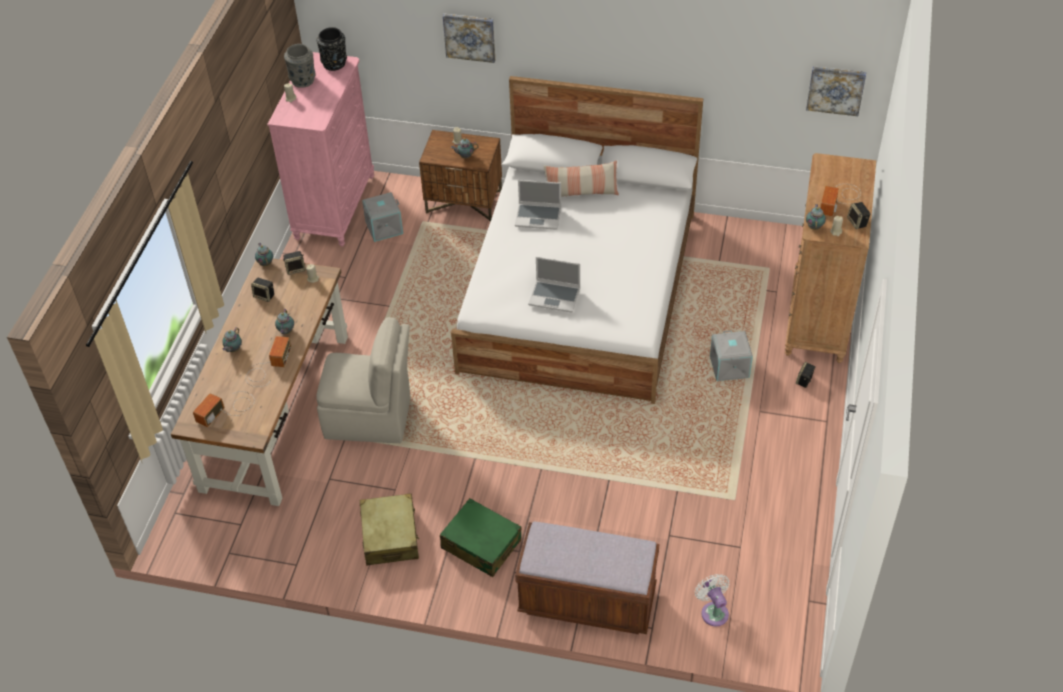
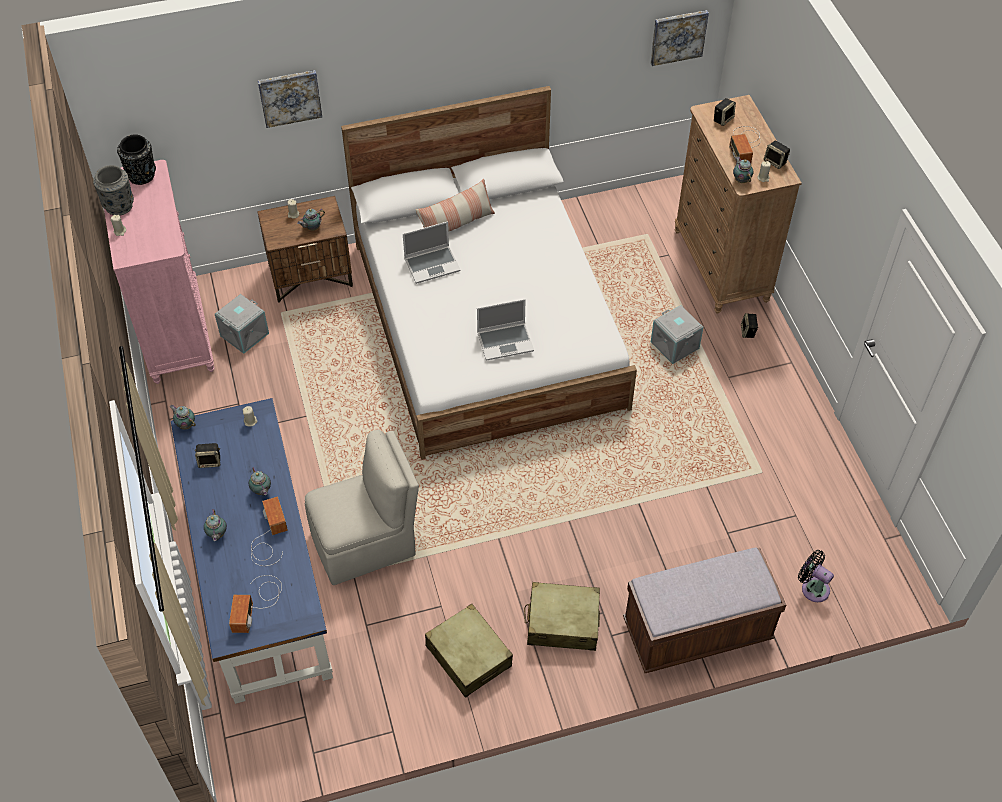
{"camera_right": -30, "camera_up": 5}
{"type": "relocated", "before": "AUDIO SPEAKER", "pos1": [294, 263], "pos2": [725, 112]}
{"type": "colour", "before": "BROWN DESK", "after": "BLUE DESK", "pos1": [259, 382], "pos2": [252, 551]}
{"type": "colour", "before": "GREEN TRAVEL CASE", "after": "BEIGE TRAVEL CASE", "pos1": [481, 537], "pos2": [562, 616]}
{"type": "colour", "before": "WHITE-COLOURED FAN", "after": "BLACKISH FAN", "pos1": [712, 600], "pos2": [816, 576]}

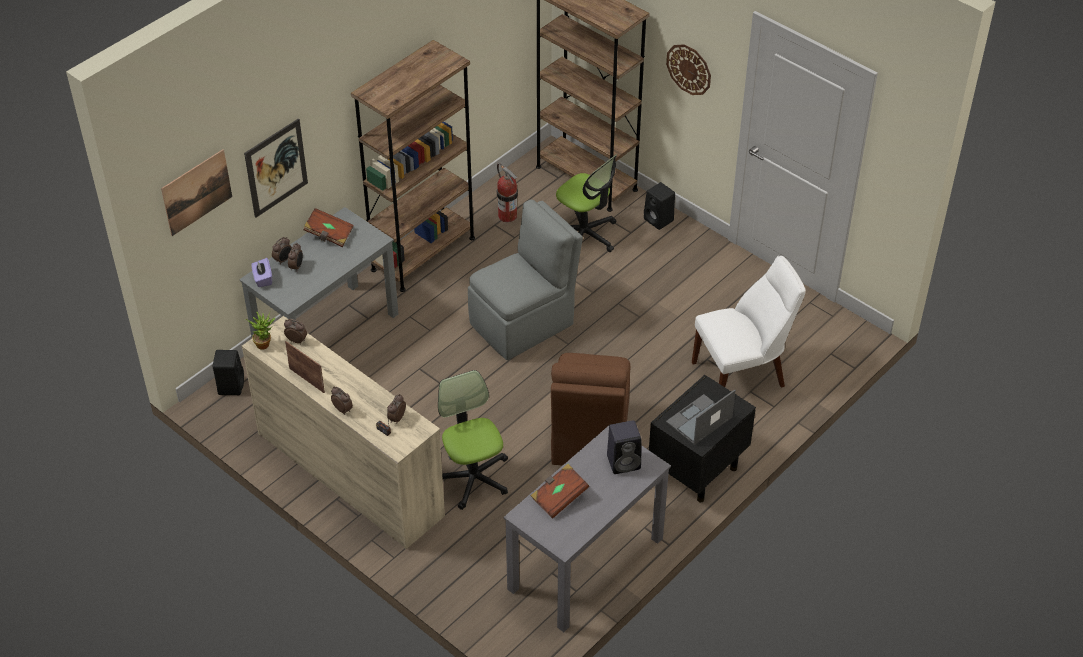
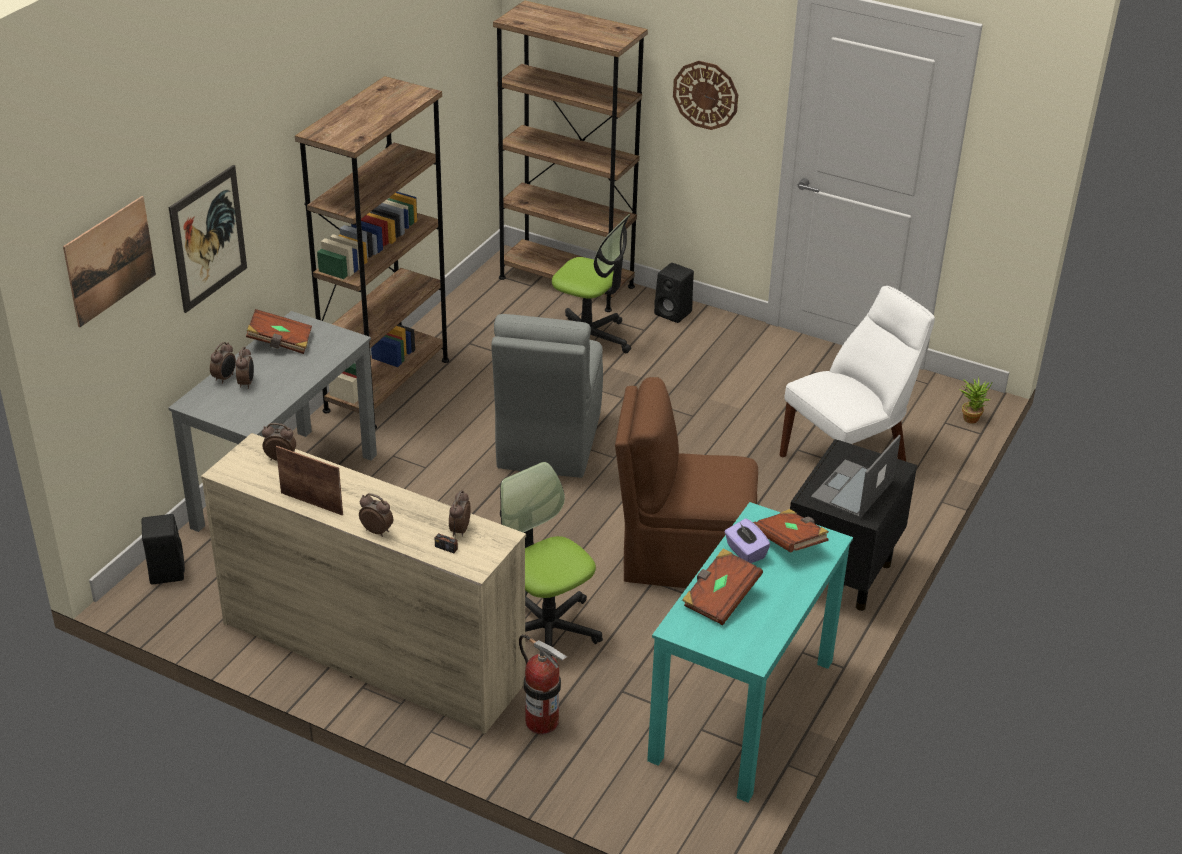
{"camera_right": -15, "camera_up": -10}
{"type": "relocated", "before": "FIRE-FIGHTING CYLINDER", "pos1": [507, 192], "pos2": [543, 684]}
{"type": "spun", "before": "GREYISH PLAIN CHAIR", "pos1": [525, 280], "pos2": [547, 396], "turn": 150}
{"type": "relocated", "before": "PURPLE-COLOURED TISSUE HOLDER", "pos1": [262, 272], "pos2": [747, 540]}
{"type": "relocated", "before": "POTTED PLANT", "pos1": [260, 330], "pos2": [975, 400]}
{"type": "spun", "before": "BROWN PLAIN CHAIR", "pos1": [590, 409], "pos2": [686, 482], "turn": 105}
{"type": "exchanged", "before": "BLACKISH AUDIO SPEAKER", "after": "BROWN BOOK", "pos1": [624, 447], "pos2": [791, 531]}
{"type": "colour", "before": "GREYISH DESK", "after": "TURQUOISE DESK", "pos1": [587, 528], "pos2": [750, 652]}

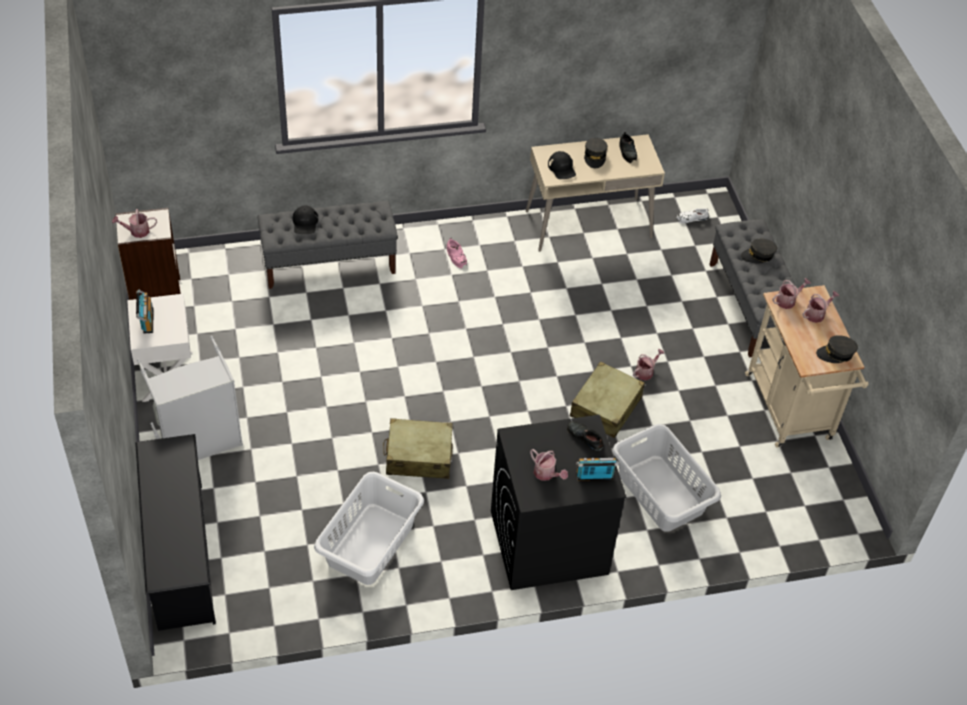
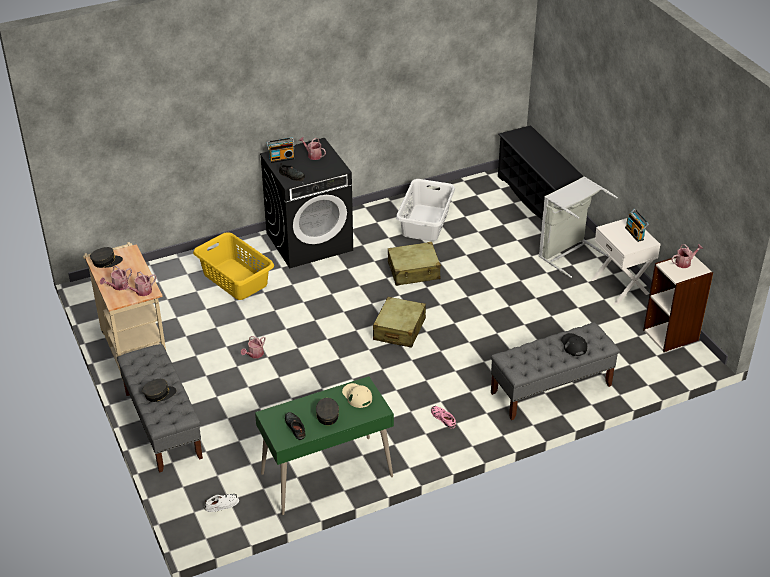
{"camera_right": 170, "camera_up": -10}
{"type": "colour", "before": "BEIGE DESK", "after": "GREEN DESK", "pos1": [595, 193], "pos2": [324, 445]}
{"type": "colour", "before": "BLACKISH PEAKED CAP", "after": "BEIGE PEAKED CAP", "pos1": [562, 165], "pos2": [357, 395]}
{"type": "relocated", "before": "BEIGE TRAVEL CASE", "pos1": [607, 399], "pos2": [399, 322]}
{"type": "colour", "before": "GREYISH HAMPER", "after": "YELLOWISH HAMPER", "pos1": [666, 478], "pos2": [233, 266]}

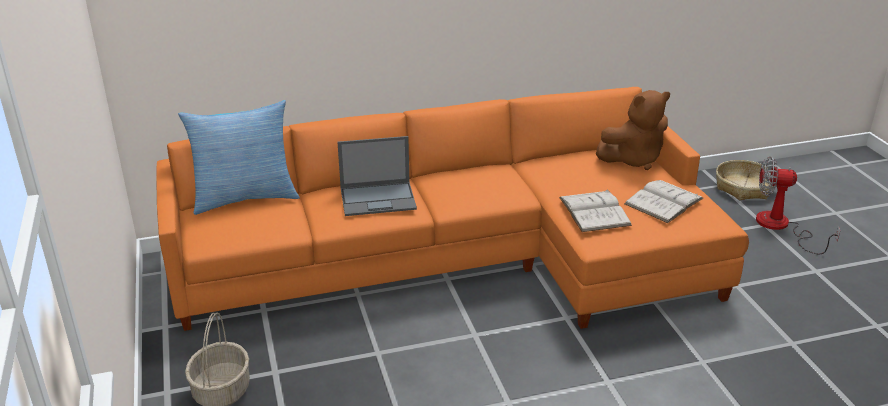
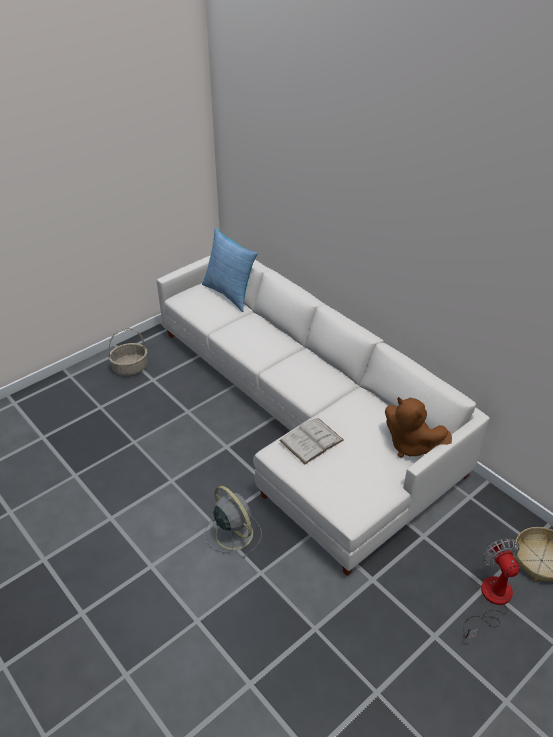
{"camera_right": 65, "camera_up": 10}
{"type": "colour", "before": "ORANGE SETTEE", "after": "WHITE-COLOURED SETTEE", "pos1": [452, 209], "pos2": [323, 415]}
{"type": "missing", "before": "LAPTOP", "pos1": [377, 176]}
{"type": "missing", "before": "WHITE-COLOURED BOOK", "pos1": [664, 201]}
{"type": "appeared", "after": "GREYISH FAN", "pos2": [233, 522]}

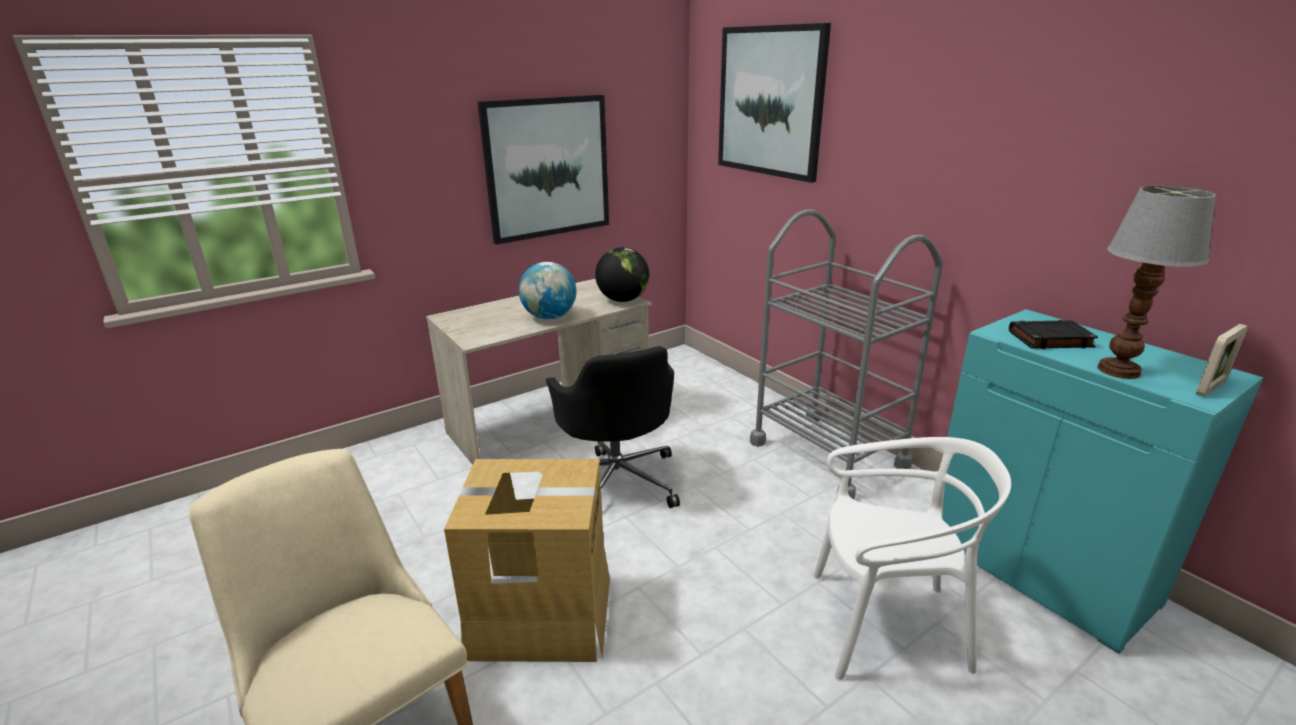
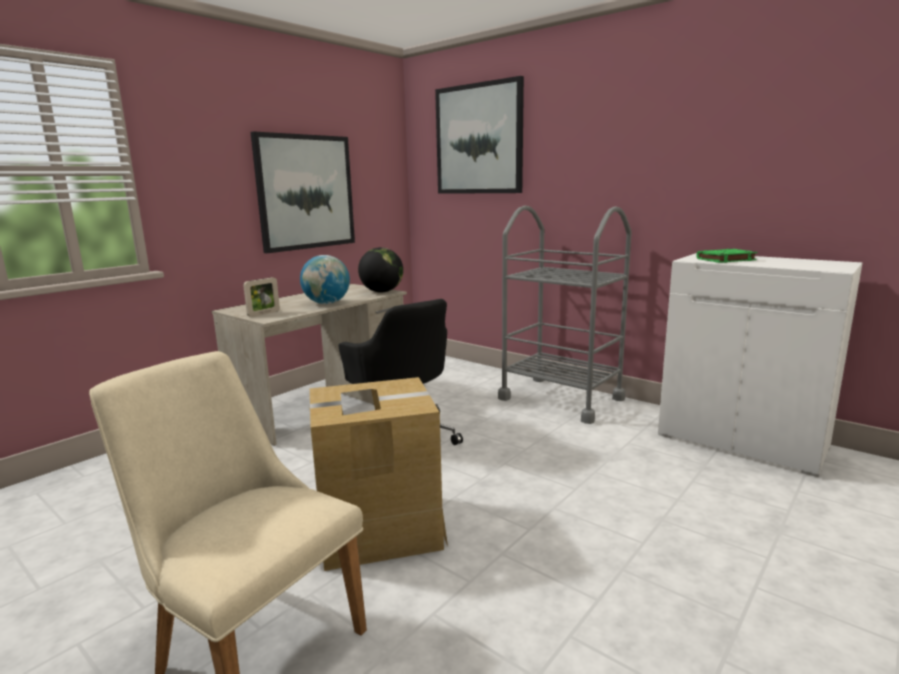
{"camera_right": -15, "camera_up": -10}
{"type": "missing", "before": "TABLE LAMP", "pos1": [1156, 282]}
{"type": "colour", "before": "TURQUOISE STORAGE CABINET", "after": "WHITE-COLOURED STORAGE CABINET", "pos1": [1103, 481], "pos2": [760, 365]}
{"type": "colour", "before": "BLACKISH BOOK", "after": "GREEN BOOK", "pos1": [1053, 334], "pos2": [726, 256]}
{"type": "relocated", "before": "STANDING FRAME", "pos1": [1222, 360], "pos2": [261, 297]}
{"type": "missing", "before": "WHITE-COLOURED PLAIN CHAIR", "pos1": [912, 558]}

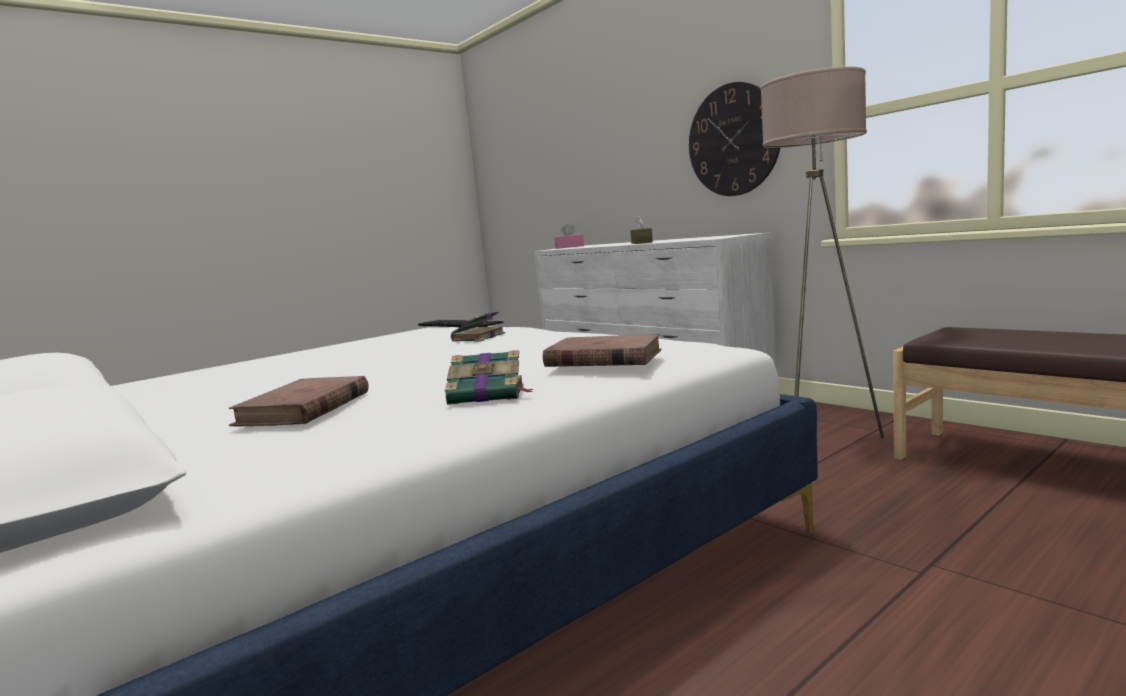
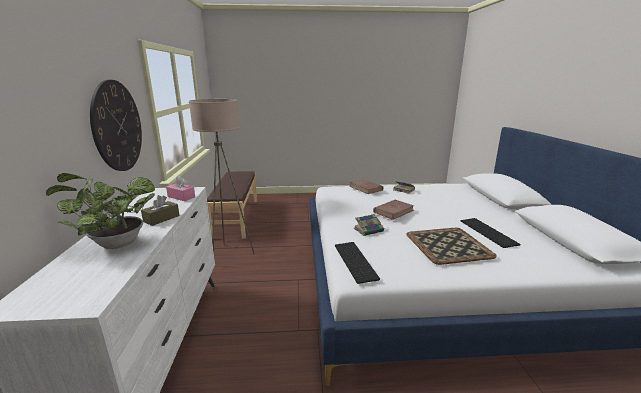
{"camera_right": -145, "camera_up": 10}
{"type": "relocated", "before": "PINK-COLOURED TISSUE HOLDER", "pos1": [569, 236], "pos2": [180, 188]}
{"type": "relocated", "before": "BROWN BOOK", "pos1": [298, 401], "pos2": [393, 210]}
{"type": "appeared", "after": "POTTED PLANT", "pos2": [100, 211]}
{"type": "appeared", "after": "PC KEYBOARD", "pos2": [490, 233]}
{"type": "appeared", "after": "SERVING TRAY", "pos2": [451, 246]}

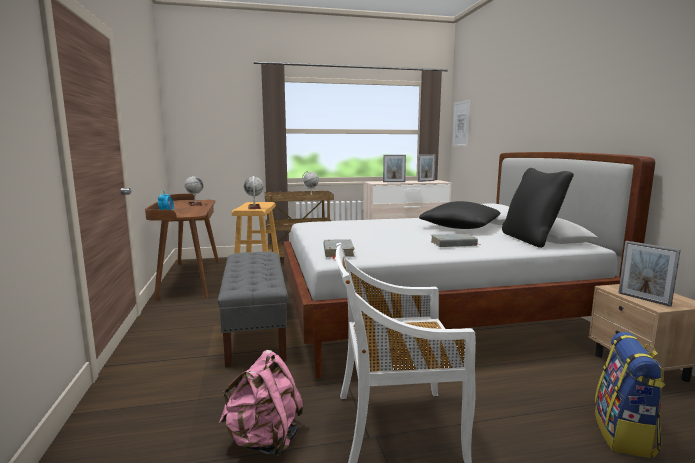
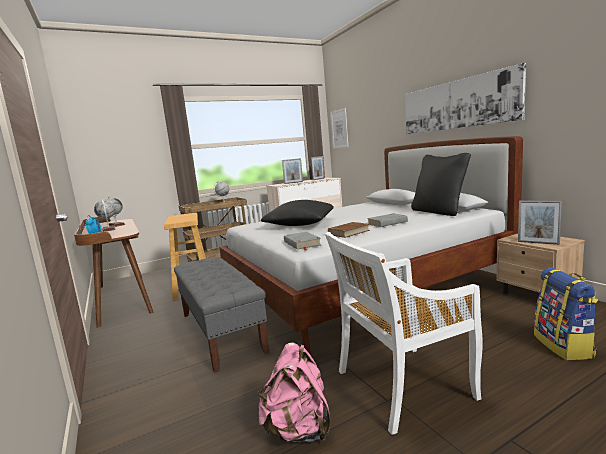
{"camera_right": -15, "camera_up": 0}
{"type": "relocated", "before": "WORLD GLOBE", "pos1": [254, 192], "pos2": [105, 215]}
{"type": "relocated", "before": "BLACKISH PILLOW", "pos1": [459, 215], "pos2": [297, 213]}
{"type": "appeared", "after": "PICTURE", "pos2": [465, 98]}
{"type": "appeared", "after": "BROWN BOOK", "pos2": [349, 230]}

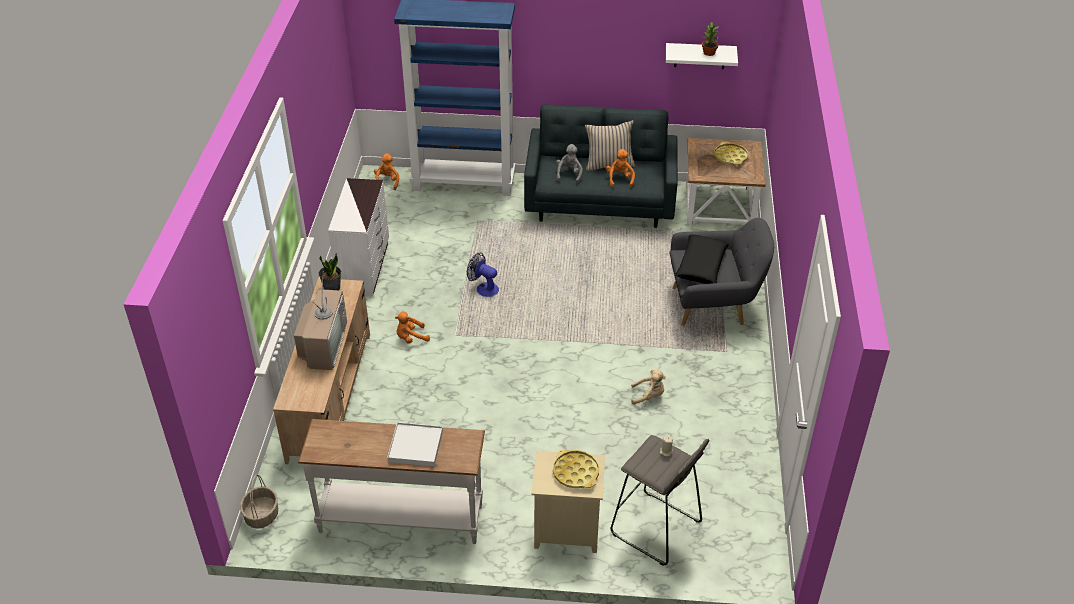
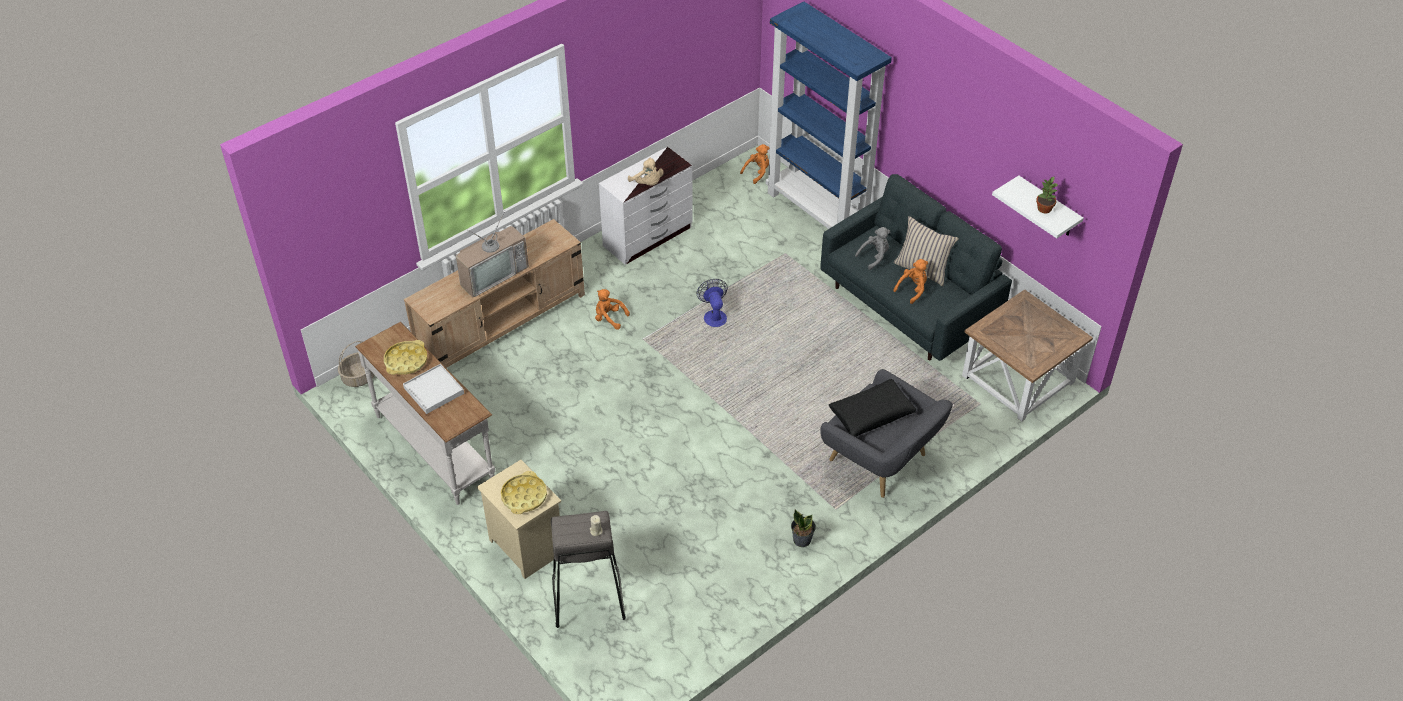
{"camera_right": 45, "camera_up": 5}
{"type": "relocated", "before": "YELLOWISH SERVING TRAY", "pos1": [731, 153], "pos2": [405, 357]}
{"type": "relocated", "before": "POTTED PLANT", "pos1": [330, 271], "pos2": [803, 528]}
{"type": "relocated", "before": "BEIGE SOFT TOY", "pos1": [648, 386], "pos2": [646, 172]}

